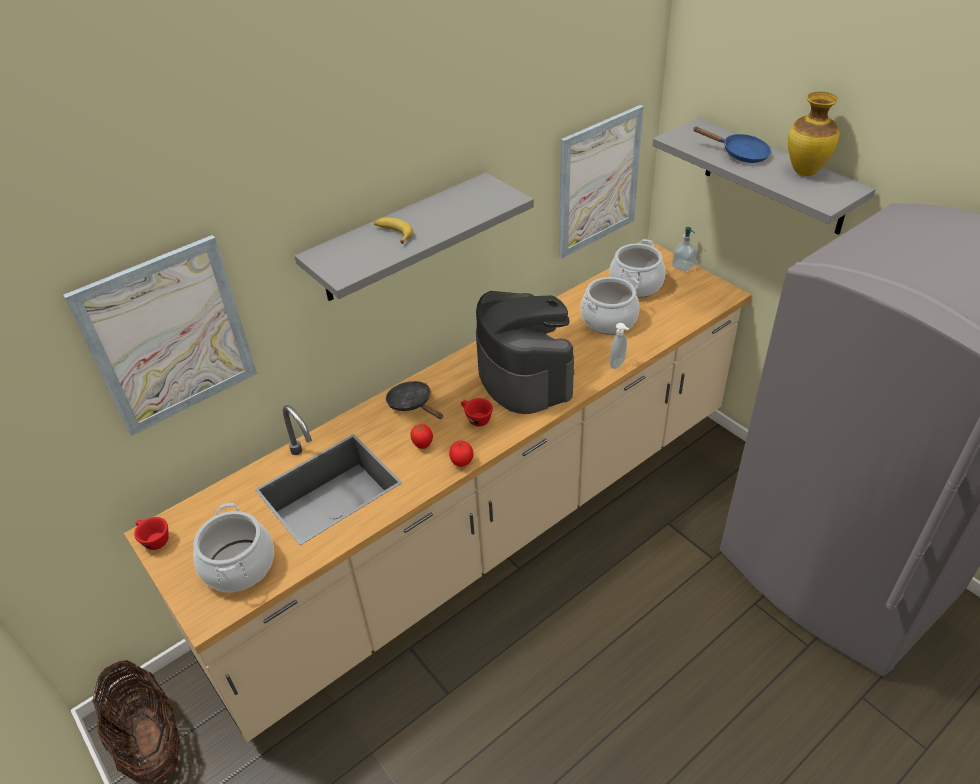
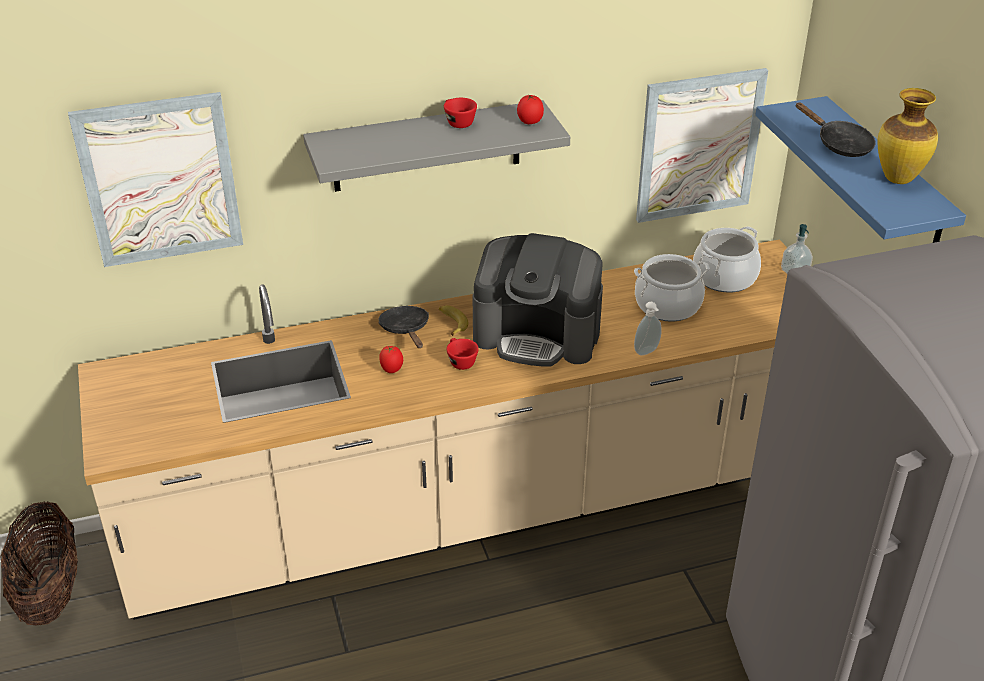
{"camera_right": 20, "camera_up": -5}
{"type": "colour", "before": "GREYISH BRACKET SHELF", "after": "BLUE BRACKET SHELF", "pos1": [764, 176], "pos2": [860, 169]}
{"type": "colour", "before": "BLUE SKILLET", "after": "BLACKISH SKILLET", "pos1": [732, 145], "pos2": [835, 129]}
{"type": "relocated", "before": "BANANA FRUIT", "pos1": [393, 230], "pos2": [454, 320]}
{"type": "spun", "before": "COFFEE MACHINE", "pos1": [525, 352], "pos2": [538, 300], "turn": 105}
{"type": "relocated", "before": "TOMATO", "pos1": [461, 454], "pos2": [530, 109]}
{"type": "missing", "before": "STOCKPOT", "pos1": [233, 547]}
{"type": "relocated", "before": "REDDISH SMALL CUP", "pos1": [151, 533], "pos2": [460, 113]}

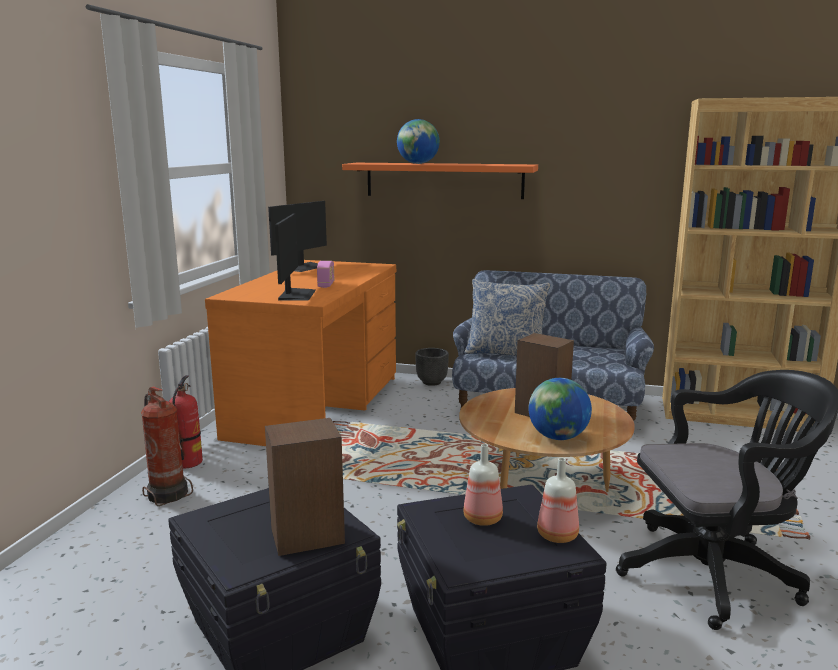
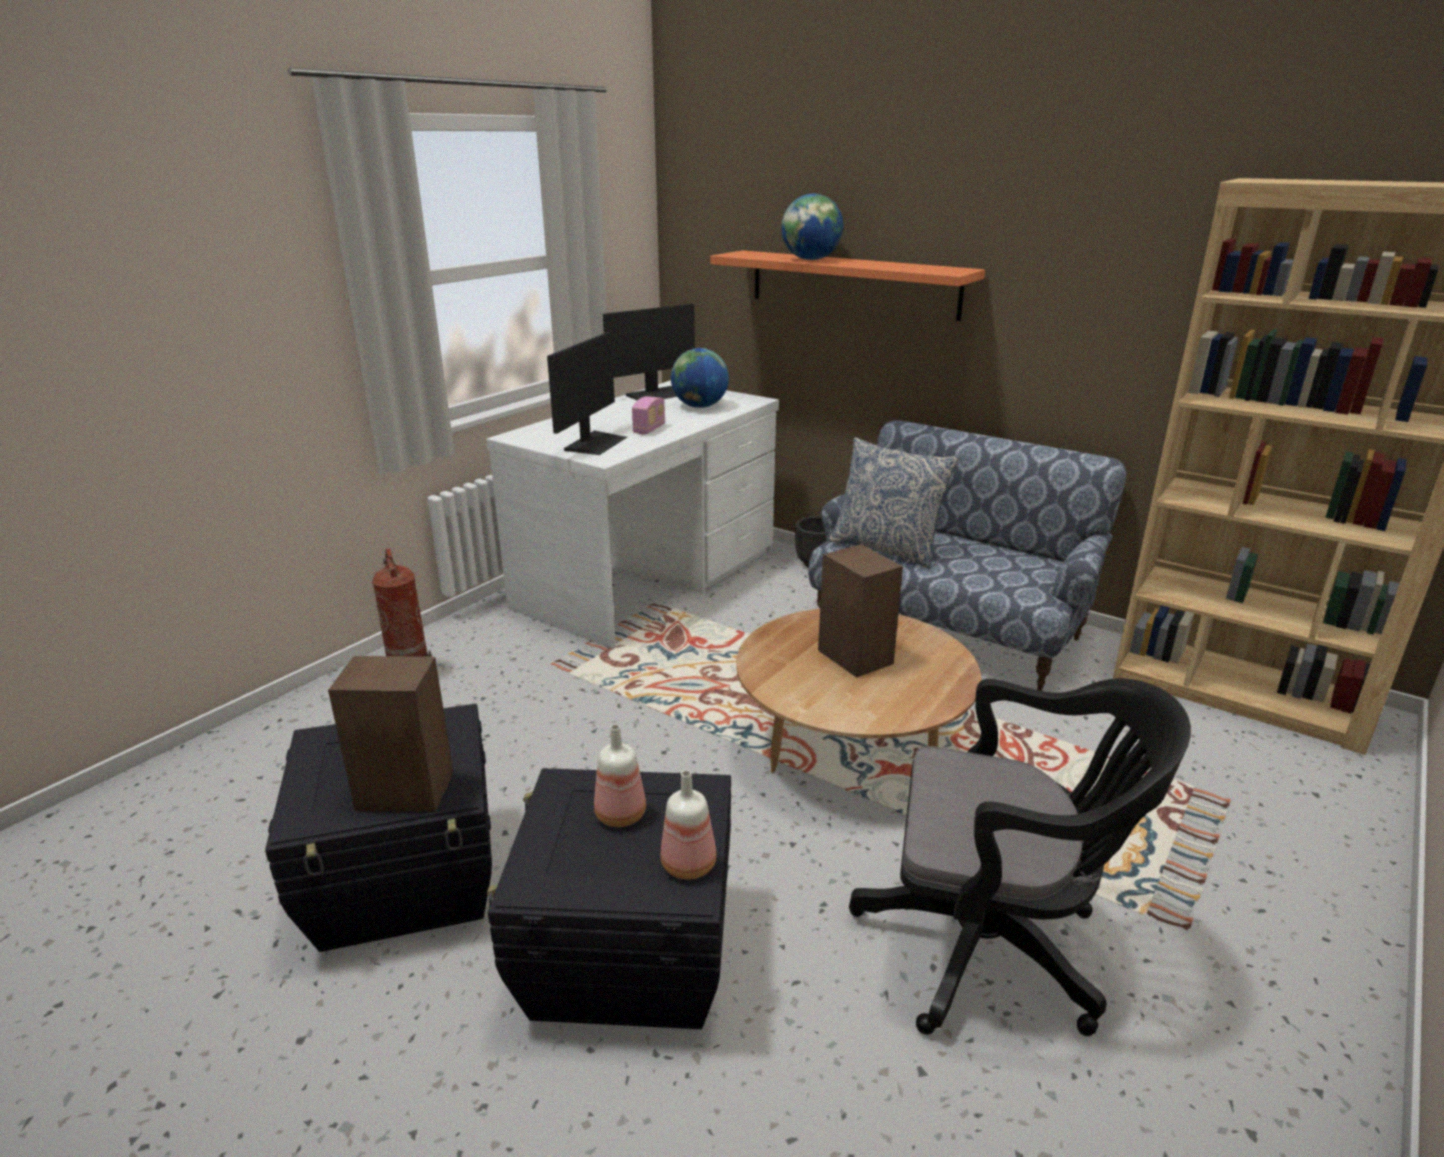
{"camera_right": 20, "camera_up": 10}
{"type": "colour", "before": "ORANGE DESK", "after": "WHITE-COLOURED DESK", "pos1": [300, 353], "pos2": [632, 514]}
{"type": "missing", "before": "FIRE-FIGHTING CYLINDER", "pos1": [186, 421]}
{"type": "relocated", "before": "WORLD GLOBE", "pos1": [560, 409], "pos2": [700, 378]}

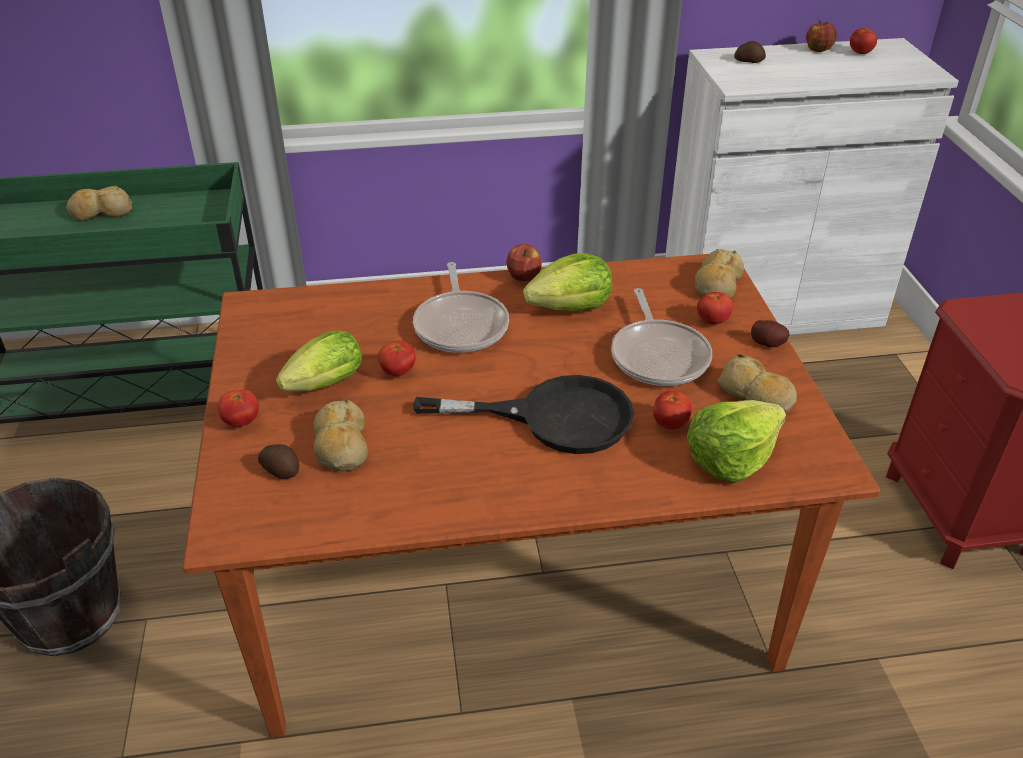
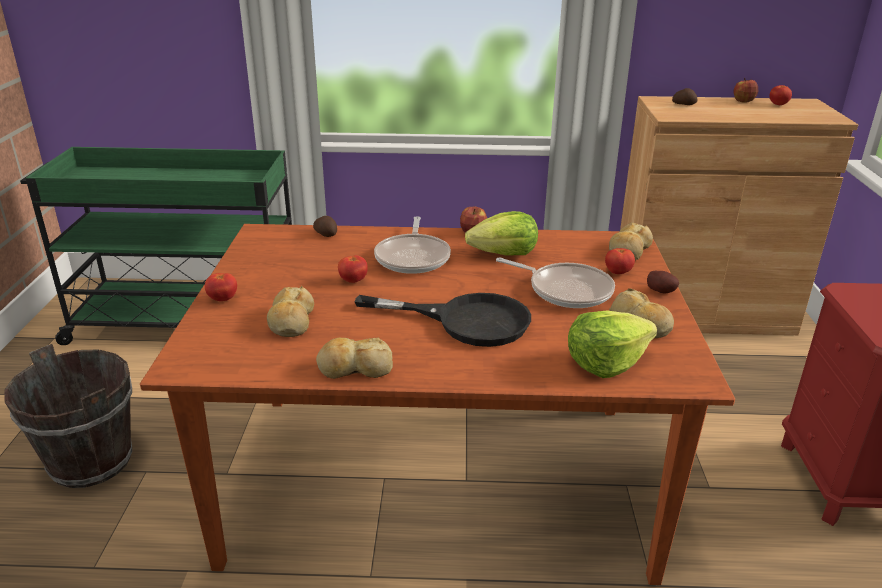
{"camera_right": 10, "camera_up": -10}
{"type": "colour", "before": "WHITE-COLOURED STORAGE CABINET", "after": "BROWN STORAGE CABINET", "pos1": [812, 186], "pos2": [739, 215]}
{"type": "relocated", "before": "BREAD", "pos1": [99, 203], "pos2": [354, 358]}
{"type": "spun", "before": "SKILLET", "pos1": [661, 337], "pos2": [555, 282], "turn": -60}
{"type": "missing", "before": "LETTUCE", "pos1": [319, 361]}
{"type": "missing", "before": "TOMATO", "pos1": [672, 410]}
{"type": "relocated", "before": "SPUD", "pos1": [278, 461], "pos2": [325, 226]}

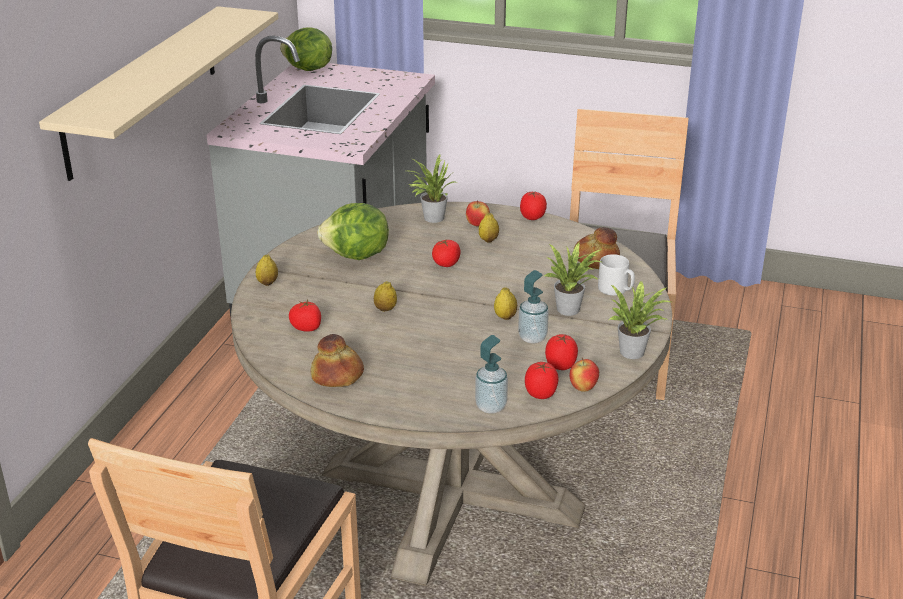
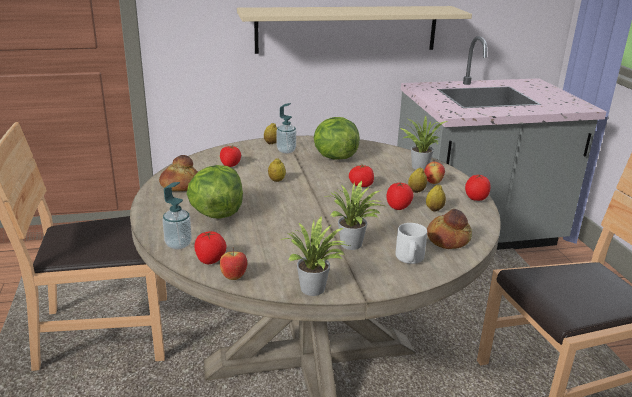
{"camera_right": 60, "camera_up": -5}
{"type": "relocated", "before": "LETTUCE", "pos1": [306, 49], "pos2": [215, 192]}
{"type": "relocated", "before": "SOAP BOTTLE", "pos1": [533, 307], "pos2": [286, 128]}
{"type": "relocated", "before": "LEMON", "pos1": [505, 303], "pos2": [436, 198]}
{"type": "relocated", "before": "TOMATO", "pos1": [561, 352], "pos2": [400, 196]}

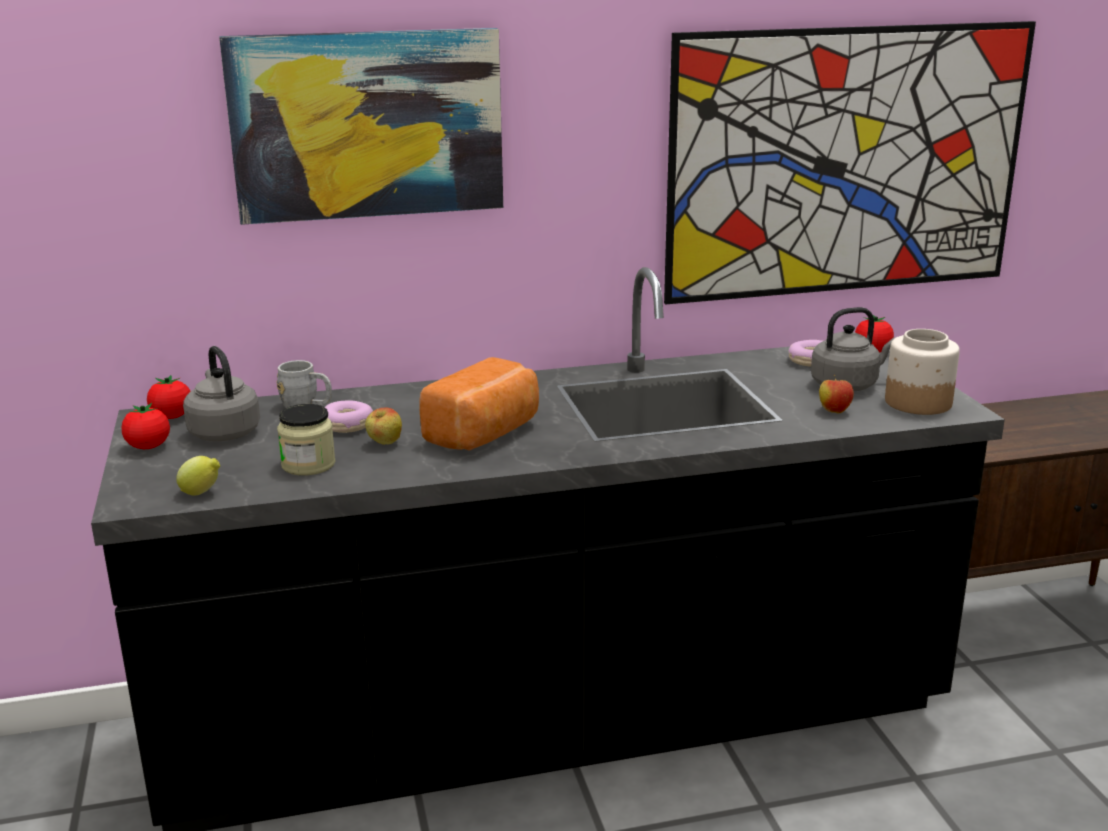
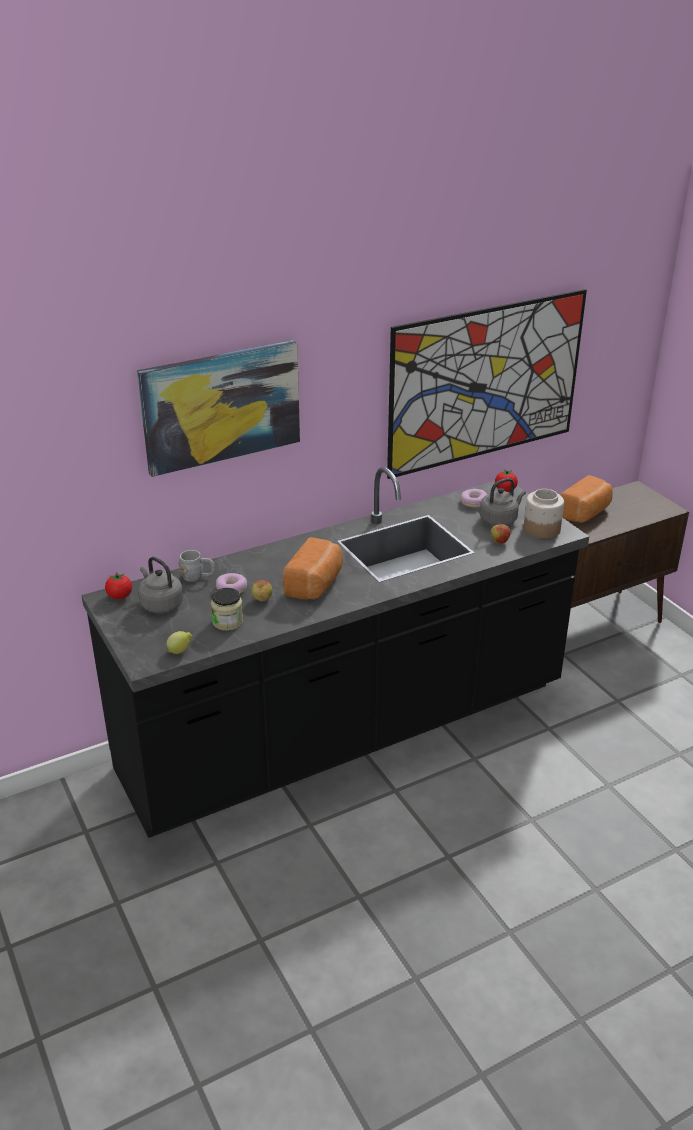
{"camera_right": -15, "camera_up": 10}
{"type": "missing", "before": "TOMATO", "pos1": [145, 426]}
{"type": "appeared", "after": "BREAD", "pos2": [587, 499]}

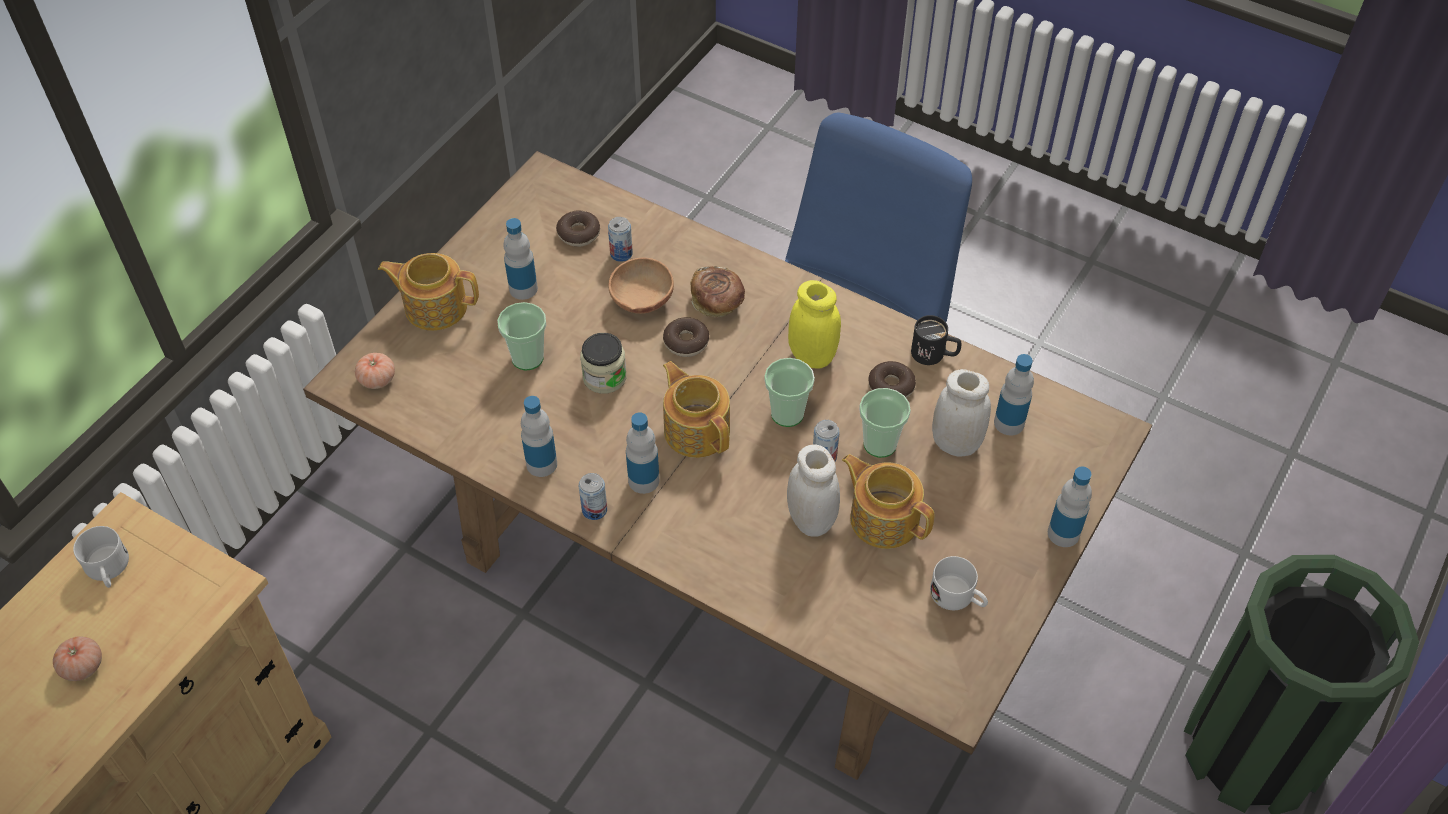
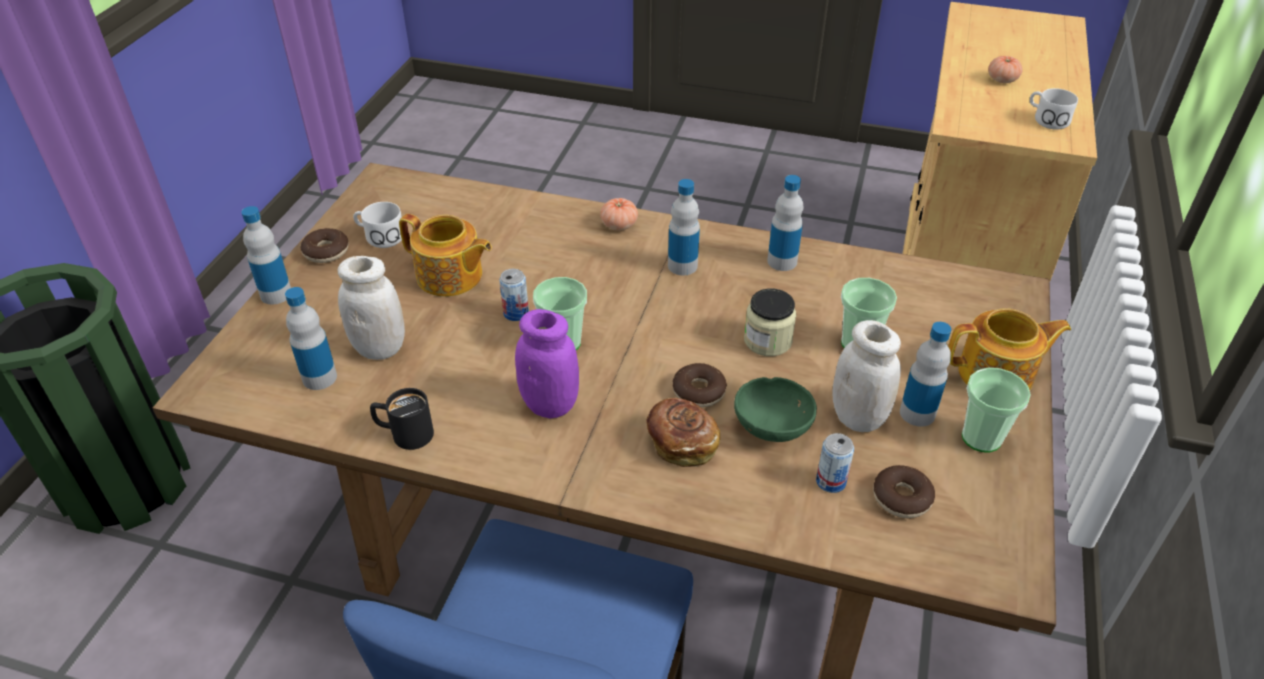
{"camera_right": 165, "camera_up": -10}
{"type": "colour", "before": "BROWN SERVING BOWL", "after": "GREEN SERVING BOWL", "pos1": [641, 286], "pos2": [775, 409]}
{"type": "colour", "before": "YELLOWISH STORAGE JAR", "after": "PURPLE-COLOURED STORAGE JAR", "pos1": [814, 324], "pos2": [547, 363]}
{"type": "relocated", "before": "TOMATO", "pos1": [375, 371], "pos2": [619, 214]}
{"type": "missing", "before": "POT FOR TEA", "pos1": [696, 409]}
{"type": "relocated", "before": "DONUT", "pos1": [892, 379], "pos2": [324, 245]}
{"type": "relocated", "before": "SMALL CUP", "pos1": [885, 423], "pos2": [996, 410]}
{"type": "relocated", "before": "WHITE-COLOURED STORAGE JAR", "pos1": [813, 490], "pos2": [866, 376]}
{"type": "missing", "before": "CAN", "pos1": [593, 496]}

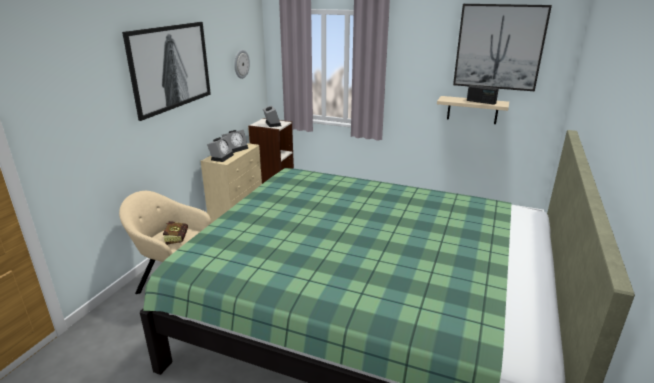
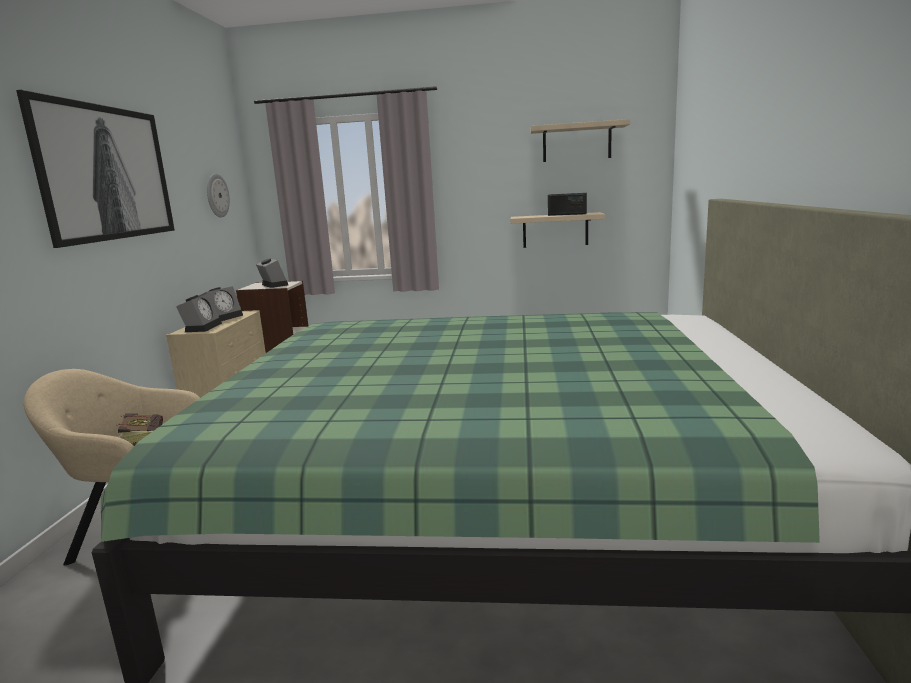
{"camera_right": -15, "camera_up": -10}
{"type": "exchanged", "before": "PICTURE", "after": "BEIGE BRACKET SHELF", "pos1": [502, 47], "pos2": [580, 140]}

